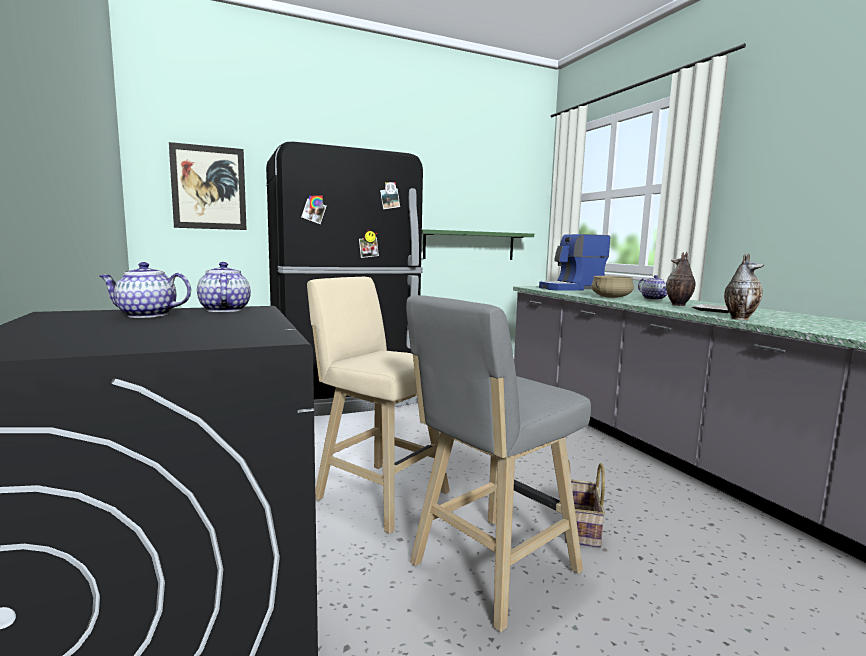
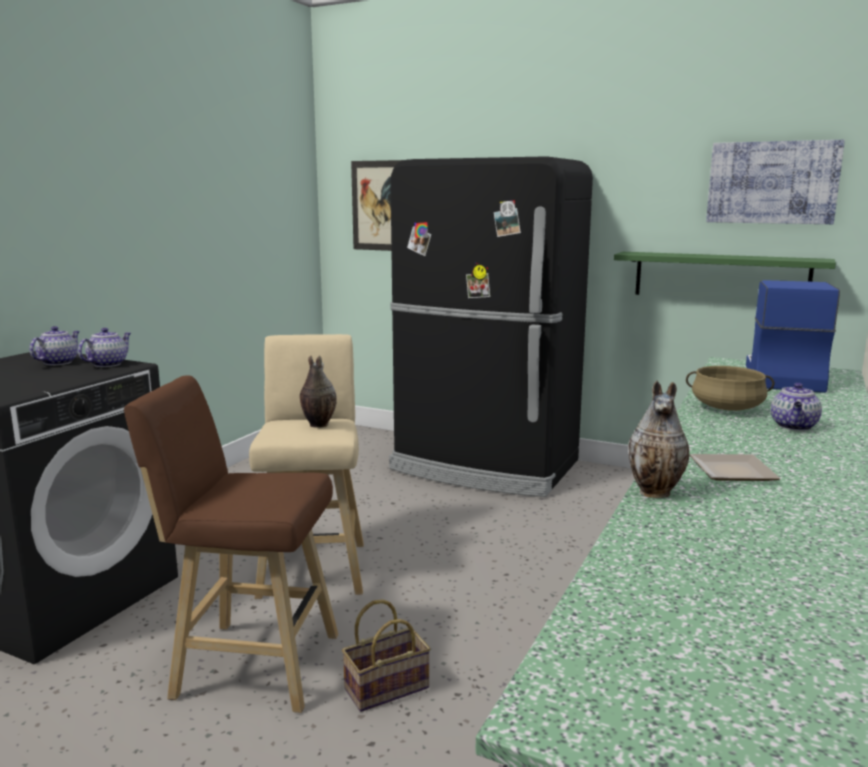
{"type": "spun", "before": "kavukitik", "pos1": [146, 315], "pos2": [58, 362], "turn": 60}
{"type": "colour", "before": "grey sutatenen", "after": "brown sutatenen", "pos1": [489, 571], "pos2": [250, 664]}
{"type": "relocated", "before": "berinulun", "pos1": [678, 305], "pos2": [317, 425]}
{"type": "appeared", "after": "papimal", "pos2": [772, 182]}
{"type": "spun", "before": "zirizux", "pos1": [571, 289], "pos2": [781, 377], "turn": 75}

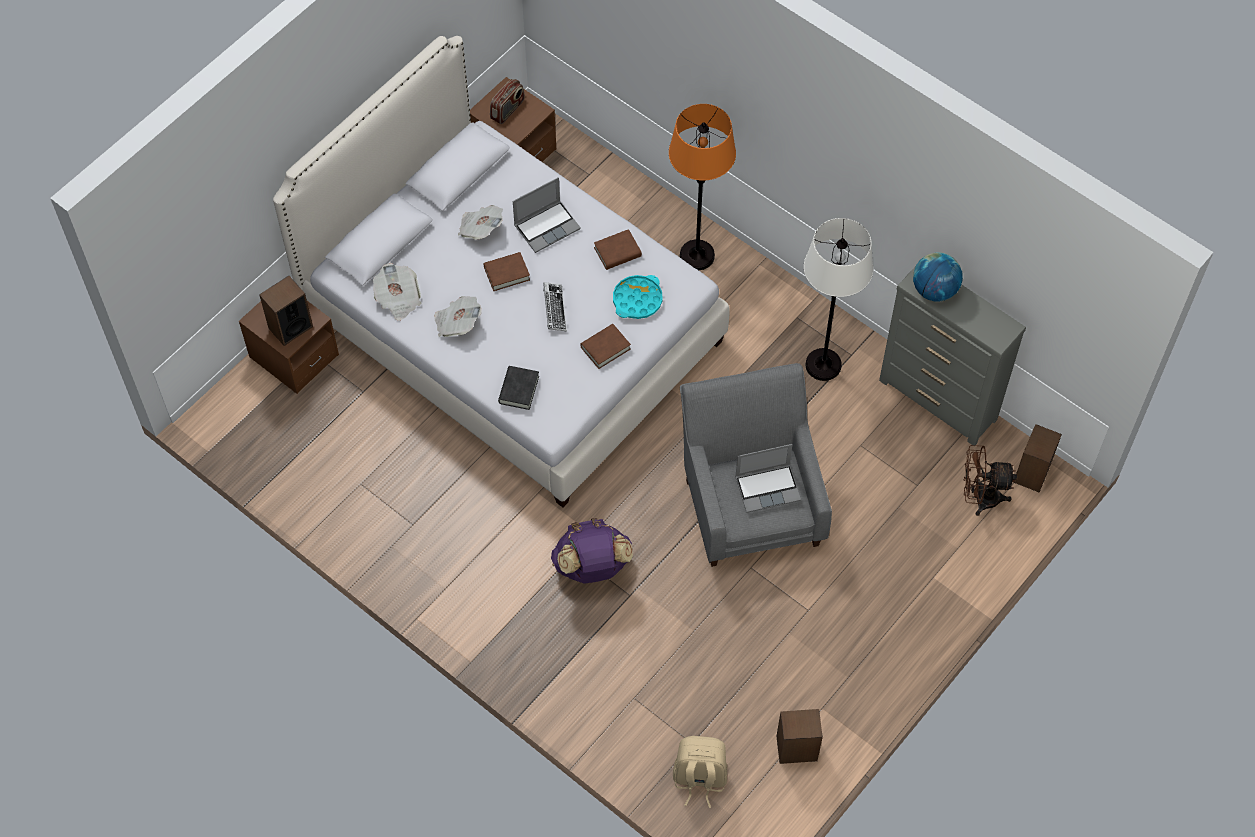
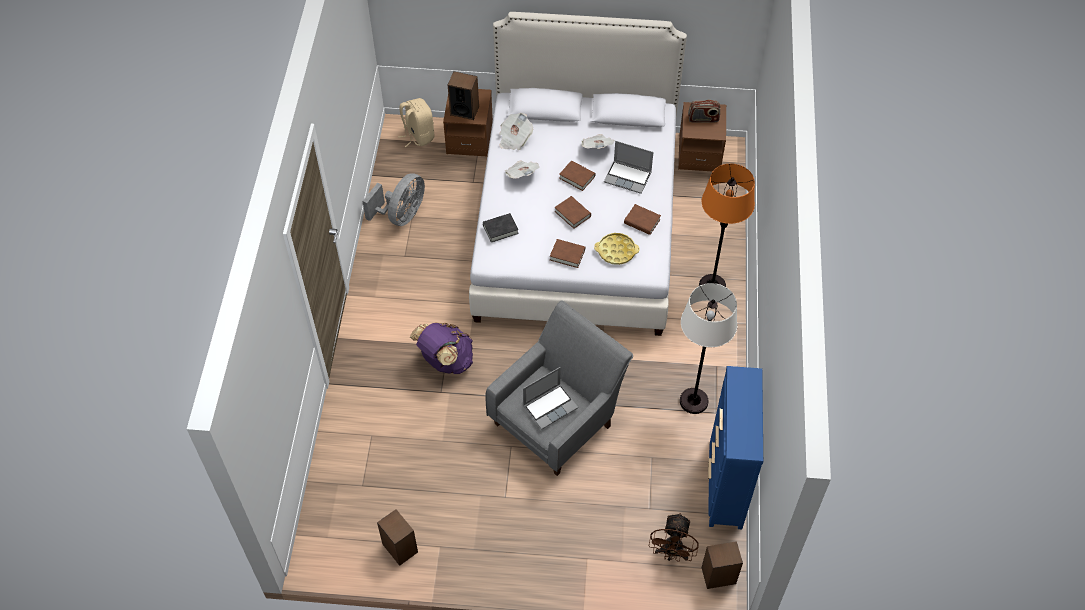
{"type": "appeared", "after": "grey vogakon", "pos2": [401, 215]}
{"type": "relocated", "before": "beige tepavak", "pos1": [699, 779], "pos2": [418, 136]}
{"type": "spun", "before": "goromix", "pos1": [768, 488], "pos2": [550, 406], "turn": -75}
{"type": "exchanged", "before": "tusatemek", "after": "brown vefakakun", "pos1": [554, 309], "pos2": [572, 214]}
{"type": "colour", "before": "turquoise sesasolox", "after": "yellow sesasolox", "pos1": [637, 300], "pos2": [616, 251]}
{"type": "spun", "before": "brown vogakon", "pos1": [980, 498], "pos2": [671, 553], "turn": -135}
{"type": "colour", "before": "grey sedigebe", "after": "blue sedigebe", "pos1": [938, 401], "pos2": [725, 484]}
{"type": "missing", "before": "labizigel", "pos1": [934, 290]}

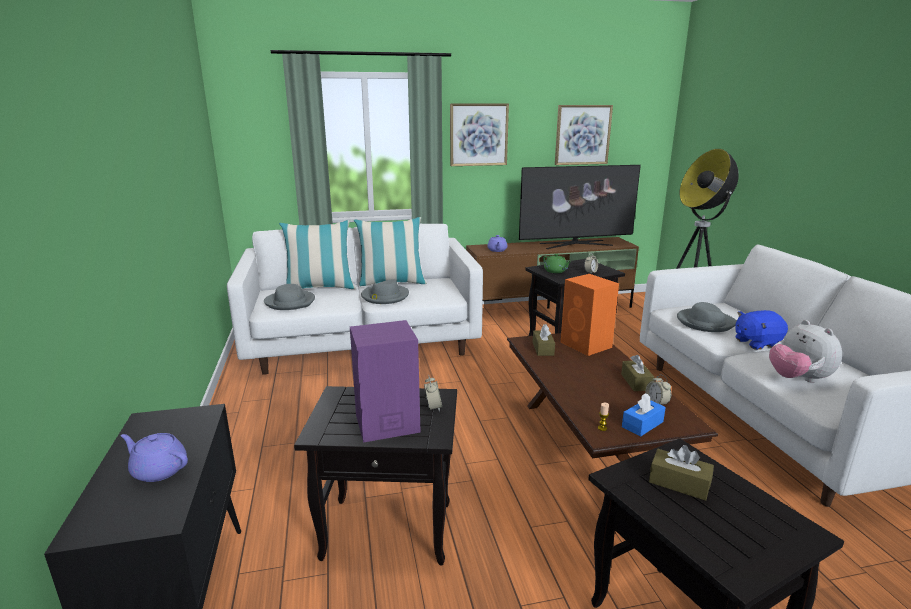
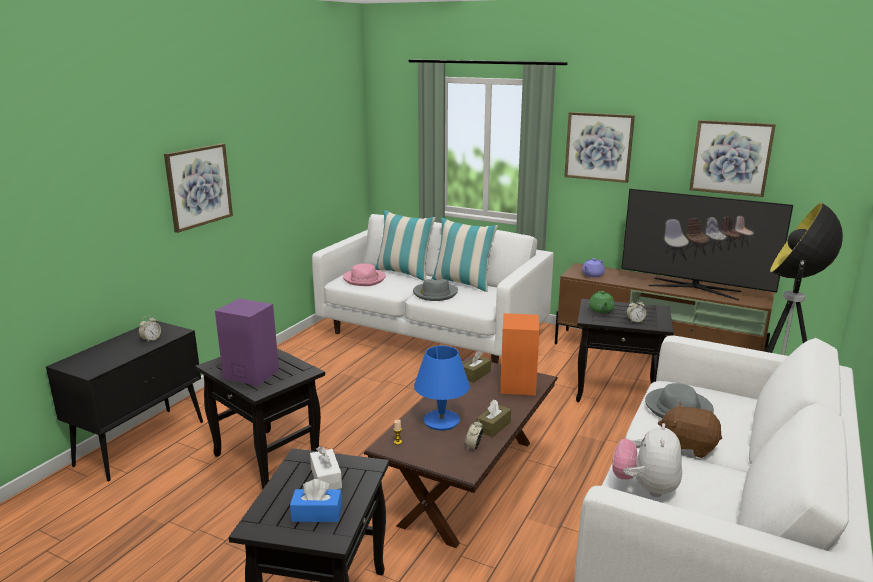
{"type": "relocated", "before": "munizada", "pos1": [433, 407], "pos2": [151, 339]}
{"type": "appeared", "after": "papimal", "pos2": [198, 186]}
{"type": "relocated", "before": "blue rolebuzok", "pos1": [642, 424], "pos2": [317, 514]}
{"type": "colour", "before": "brown rolebuzok", "after": "white rolebuzok", "pos1": [679, 483], "pos2": [326, 478]}
{"type": "colour", "before": "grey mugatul", "after": "pink mugatul", "pos1": [290, 302], "pos2": [364, 279]}
{"type": "appeared", "after": "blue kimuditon", "pos2": [441, 421]}
{"type": "colour", "before": "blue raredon", "after": "brown raredon", "pos1": [756, 343], "pos2": [688, 445]}
{"type": "missing", "before": "purple kavukitik", "pos1": [158, 470]}

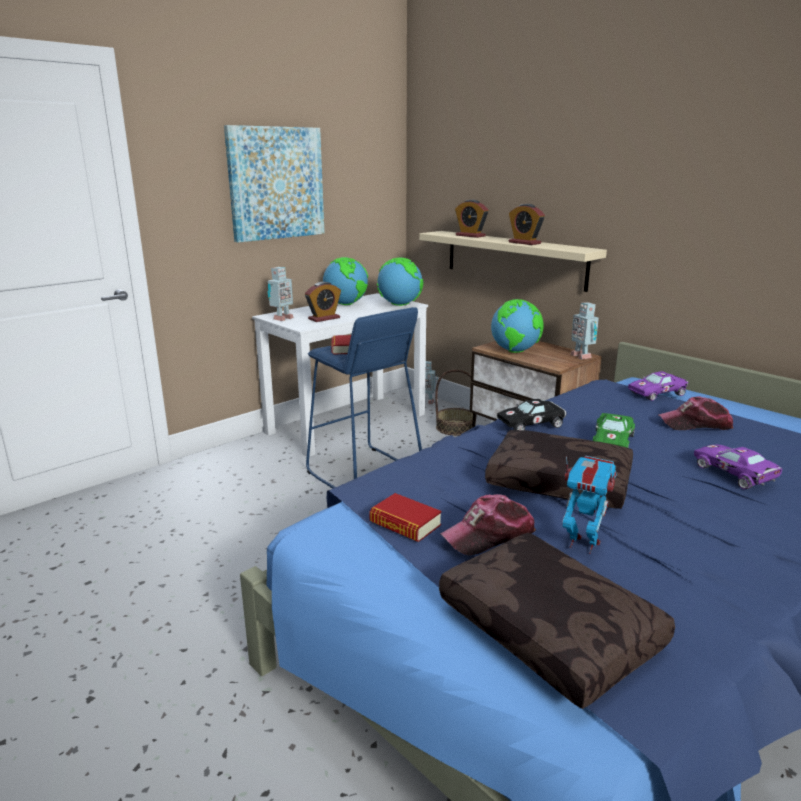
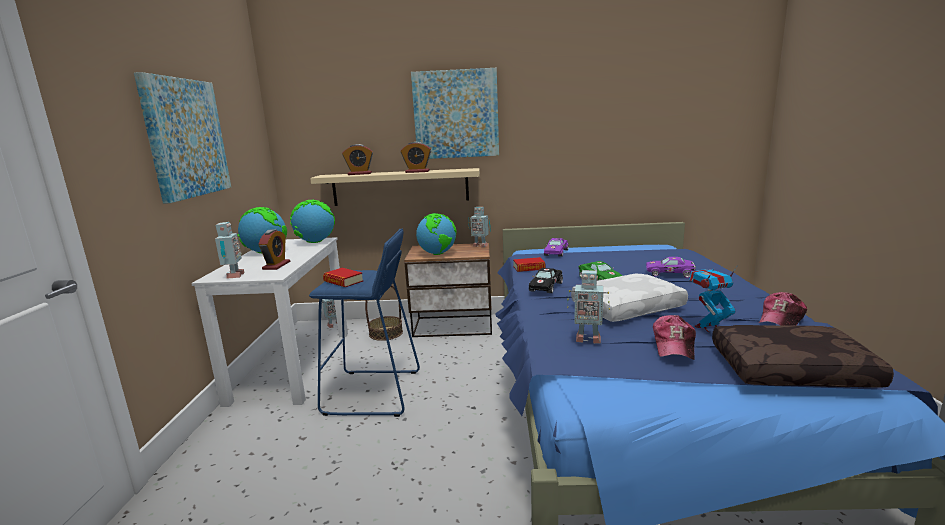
{"type": "appeared", "after": "papimal", "pos2": [456, 114]}
{"type": "relocated", "before": "vefakakun", "pos1": [405, 524], "pos2": [529, 268]}
{"type": "appeared", "after": "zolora", "pos2": [587, 338]}
{"type": "colour", "before": "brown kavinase", "after": "white kavinase", "pos1": [560, 481], "pos2": [627, 307]}
{"type": "relocated", "before": "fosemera", "pos1": [695, 424], "pos2": [781, 319]}

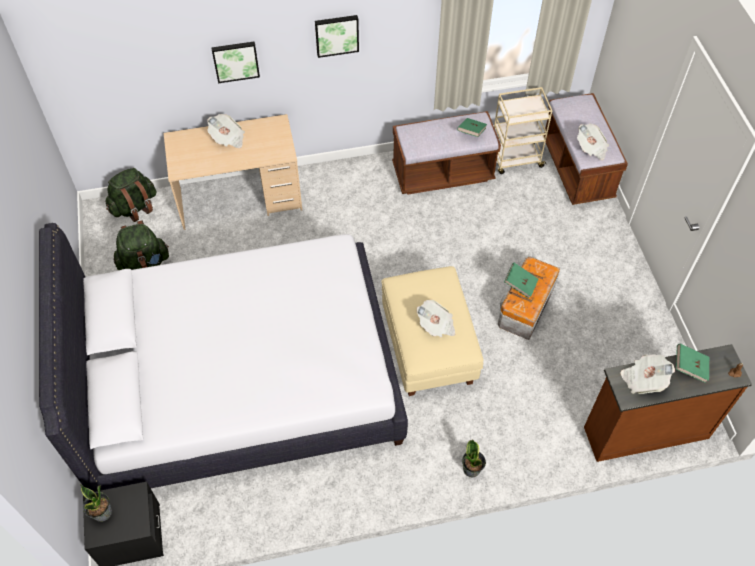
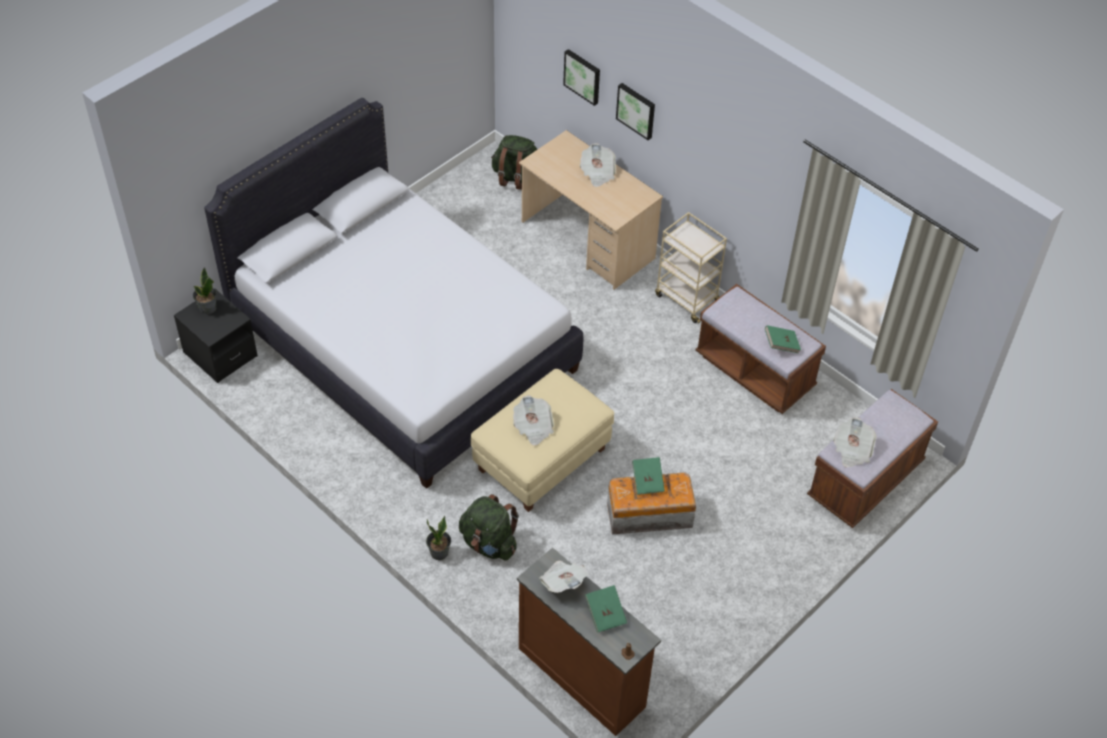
{"type": "relocated", "before": "green tepavak", "pos1": [144, 263], "pos2": [489, 543]}
{"type": "relocated", "before": "papimal", "pos1": [336, 34], "pos2": [583, 76]}
{"type": "relocated", "before": "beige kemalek", "pos1": [515, 159], "pos2": [686, 298]}

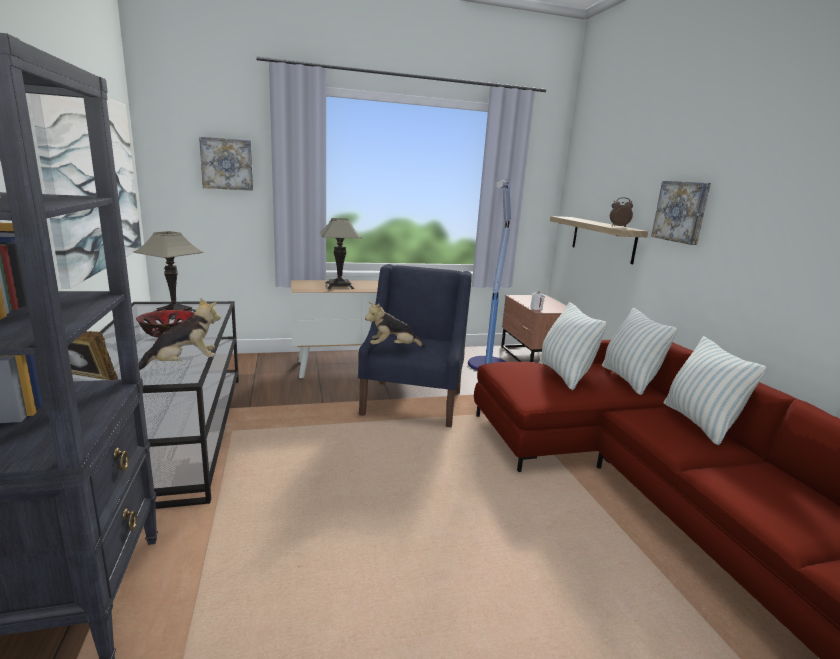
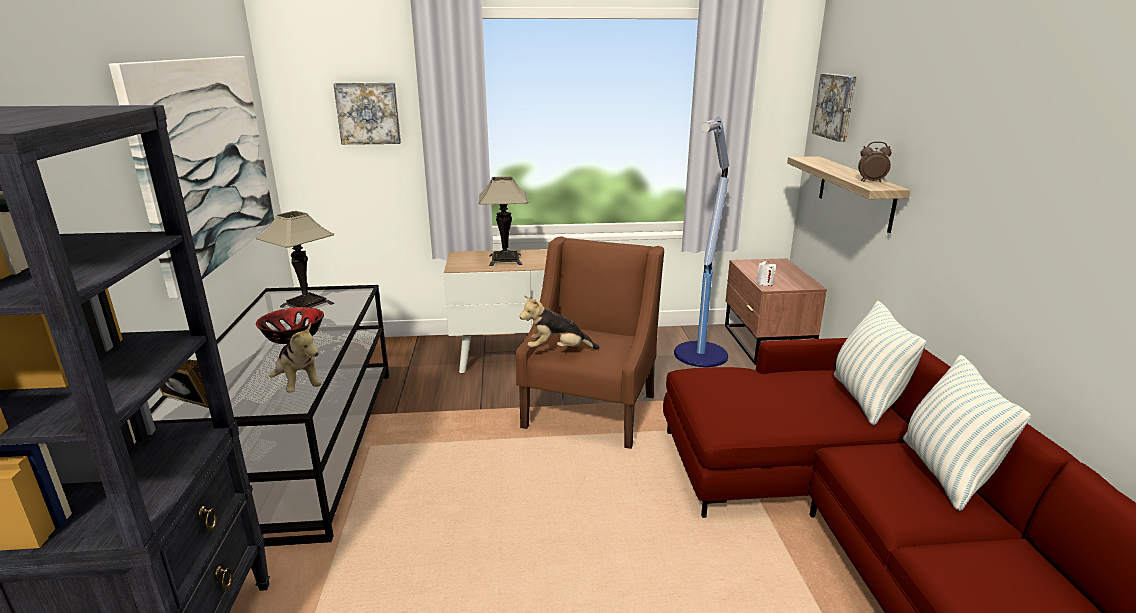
{"type": "spun", "before": "raredon", "pos1": [183, 364], "pos2": [298, 385], "turn": 75}
{"type": "colour", "before": "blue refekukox", "after": "brown refekukox", "pos1": [413, 402], "pos2": [591, 410]}
{"type": "relocated", "before": "papimal", "pos1": [681, 212], "pos2": [836, 106]}
{"type": "missing", "before": "kavinase", "pos1": [564, 375]}

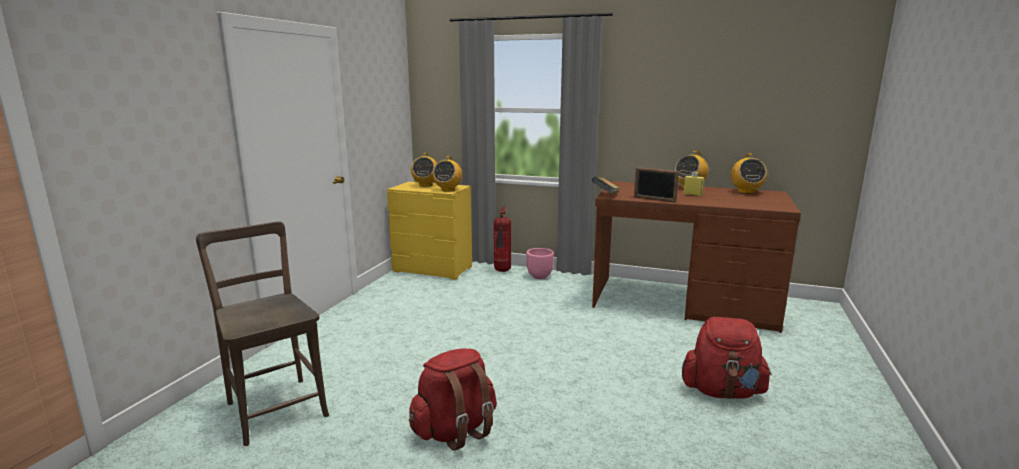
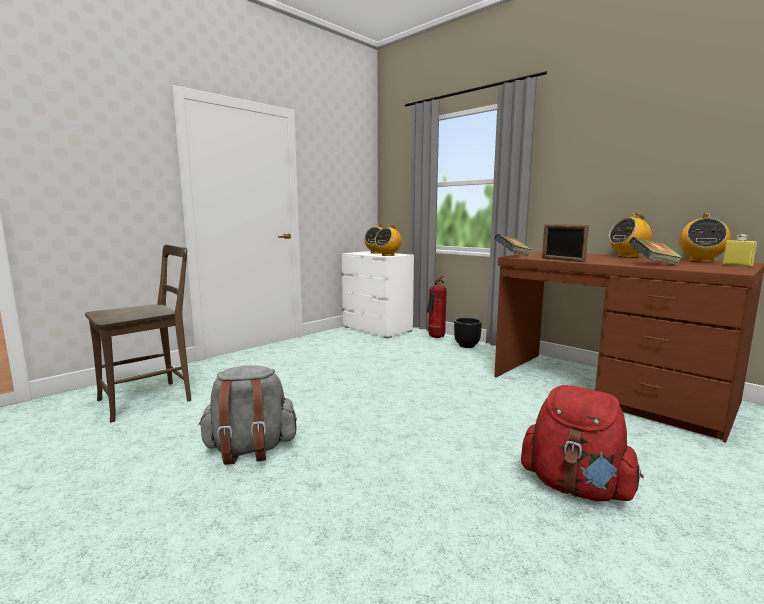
{"type": "spun", "before": "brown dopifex", "pos1": [275, 406], "pos2": [150, 399], "turn": 60}
{"type": "colour", "before": "red tepavak", "after": "grey tepavak", "pos1": [455, 430], "pos2": [250, 449]}
{"type": "colour", "before": "yellow sedigebe", "after": "white sedigebe", "pos1": [433, 269], "pos2": [377, 329]}
{"type": "colour", "before": "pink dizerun", "after": "black dizerun", "pos1": [539, 276], "pos2": [467, 346]}
{"type": "appeared", "after": "vefakakun", "pos2": [653, 264]}
{"type": "relocated", "before": "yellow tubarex", "pos1": [692, 195], "pos2": [737, 265]}

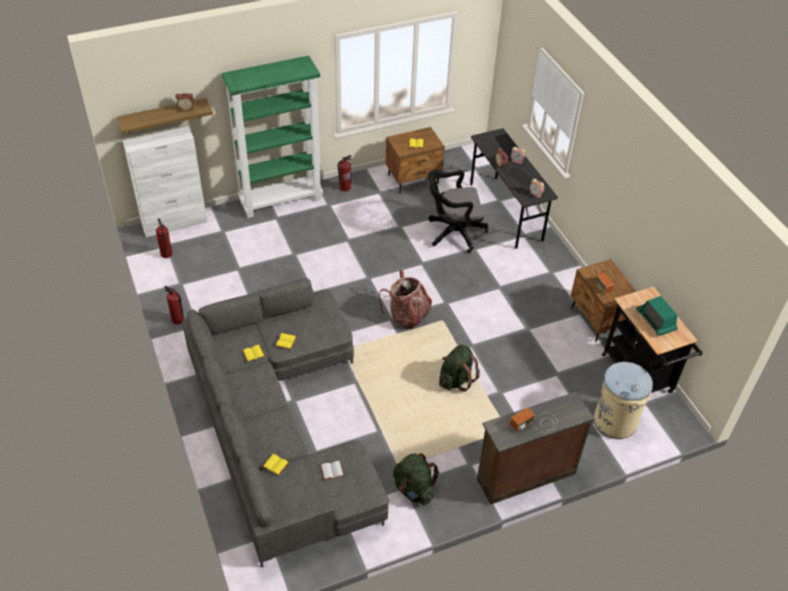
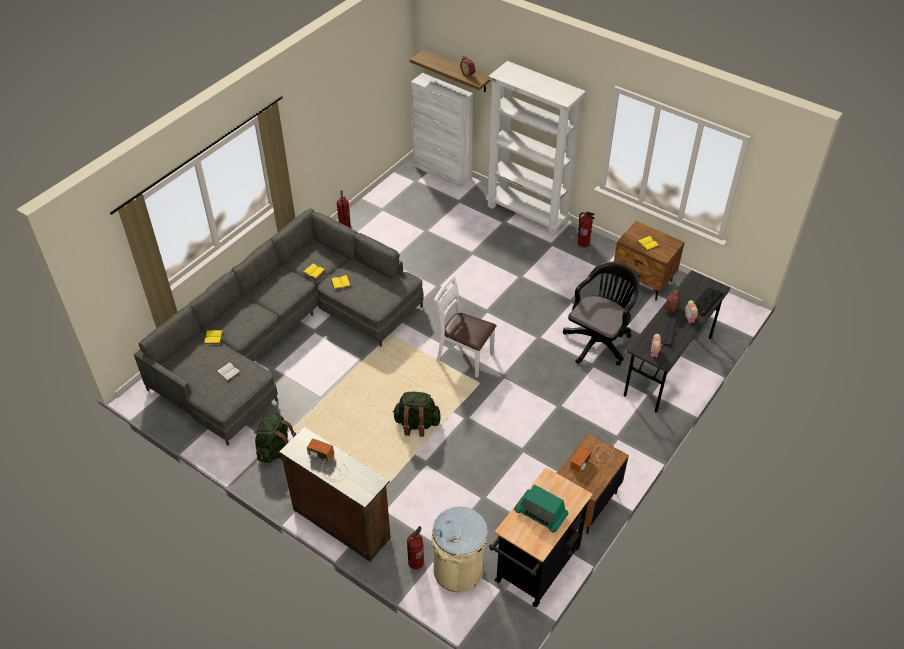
{"type": "relocated", "before": "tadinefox", "pos1": [166, 254], "pos2": [415, 562]}
{"type": "exchanged", "before": "tepavak", "after": "white dopifex", "pos1": [407, 316], "pos2": [464, 357]}
{"type": "colour", "before": "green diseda", "after": "white diseda", "pos1": [281, 200], "pos2": [528, 214]}
{"type": "spun", "before": "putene", "pos1": [655, 321], "pos2": [541, 513], "turn": -90}
{"type": "spun", "before": "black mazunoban", "pos1": [453, 233], "pos2": [599, 340], "turn": 75}

